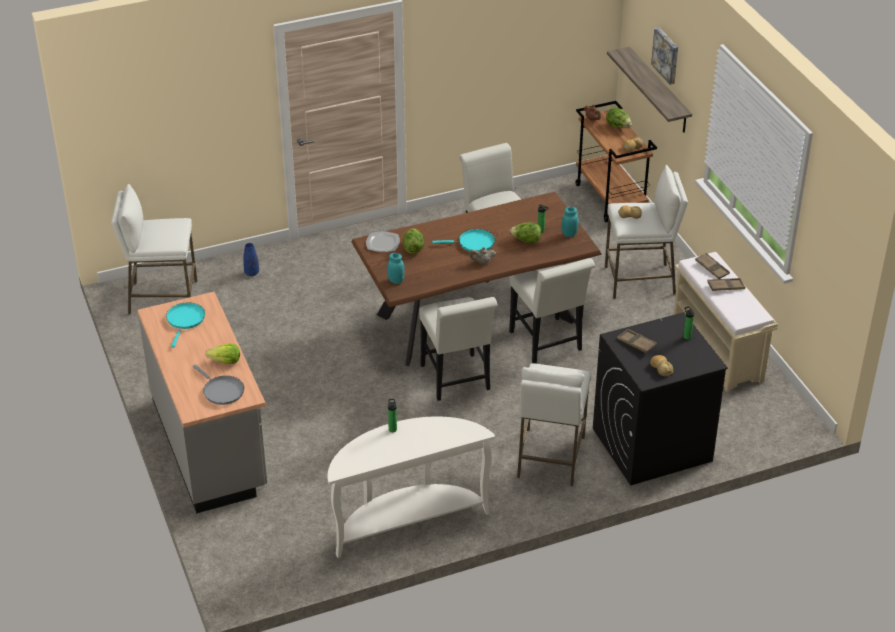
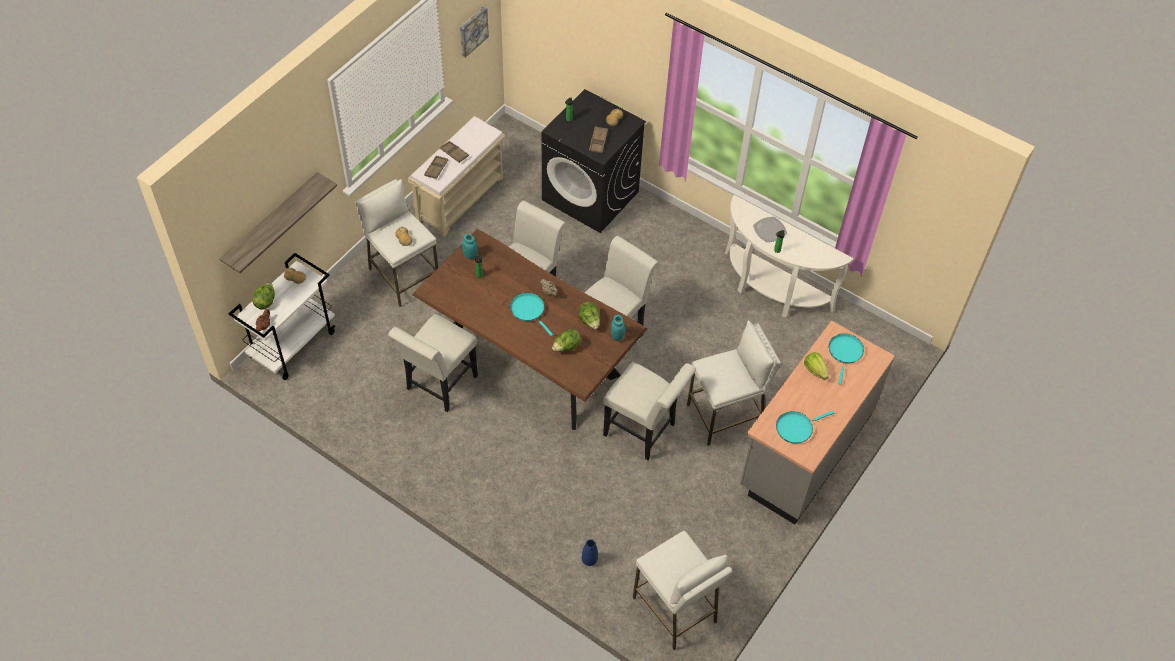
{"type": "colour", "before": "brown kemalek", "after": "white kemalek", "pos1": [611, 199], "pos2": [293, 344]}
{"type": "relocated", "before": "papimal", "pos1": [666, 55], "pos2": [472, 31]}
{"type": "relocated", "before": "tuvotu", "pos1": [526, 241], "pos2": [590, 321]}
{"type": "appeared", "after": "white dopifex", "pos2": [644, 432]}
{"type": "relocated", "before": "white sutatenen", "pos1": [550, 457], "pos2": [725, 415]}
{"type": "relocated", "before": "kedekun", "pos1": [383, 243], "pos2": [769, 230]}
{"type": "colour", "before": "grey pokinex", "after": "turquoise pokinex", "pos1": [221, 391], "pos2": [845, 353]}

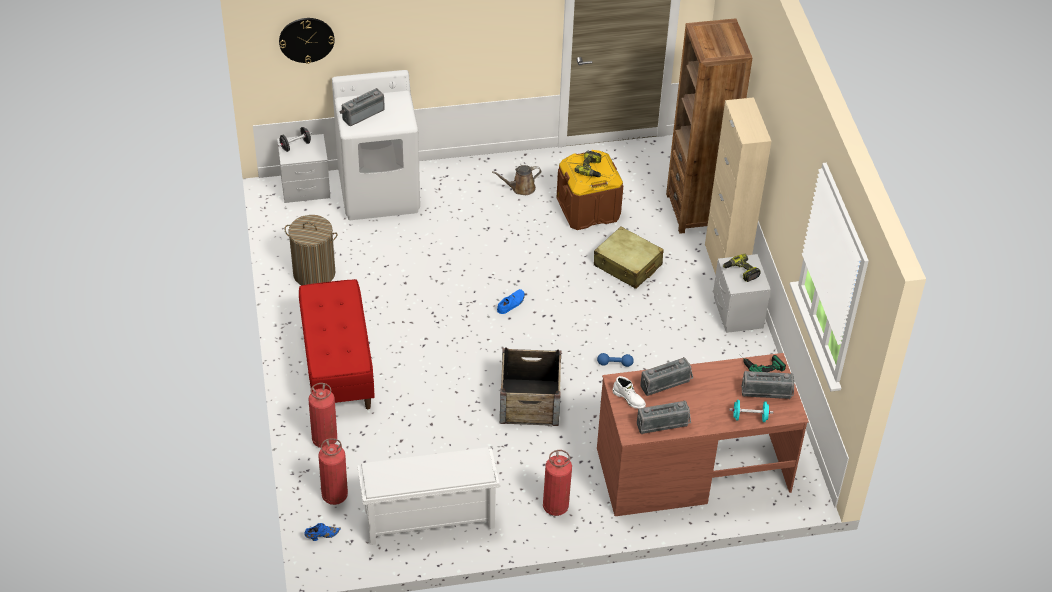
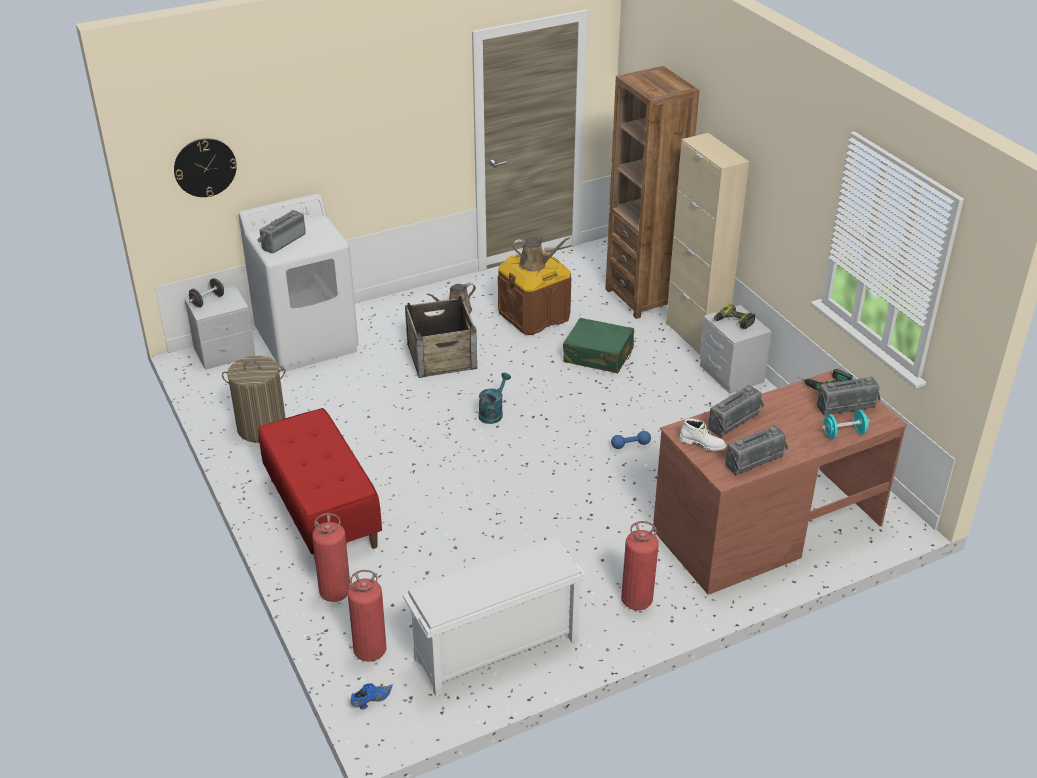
{"type": "relocated", "before": "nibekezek", "pos1": [529, 402], "pos2": [441, 356]}
{"type": "exchanged", "before": "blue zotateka", "after": "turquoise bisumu", "pos1": [511, 304], "pos2": [493, 413]}
{"type": "exchanged", "before": "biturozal", "after": "brown bisumu", "pos1": [591, 169], "pos2": [535, 264]}
{"type": "colour", "before": "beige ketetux", "after": "green ketetux", "pos1": [627, 265], "pos2": [598, 355]}

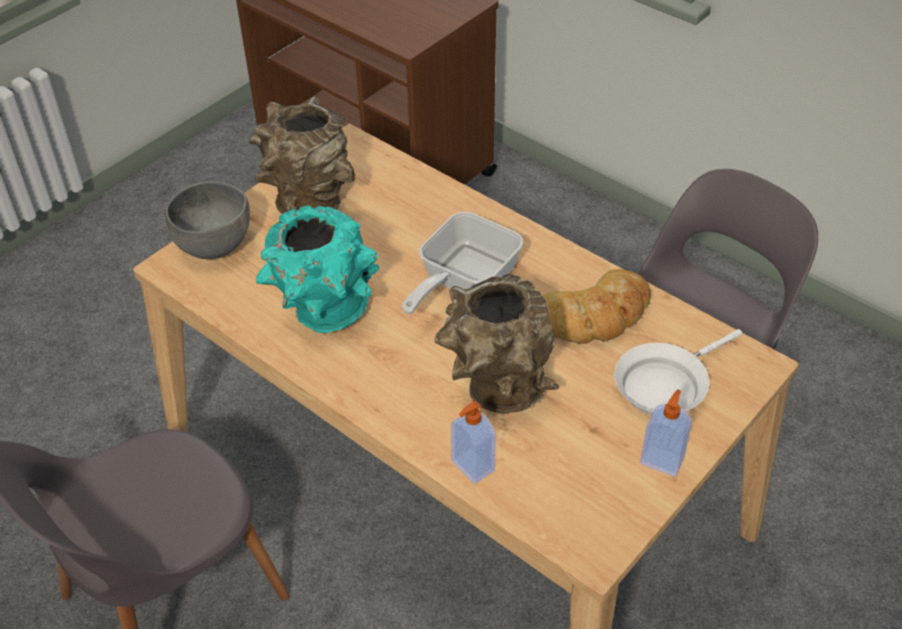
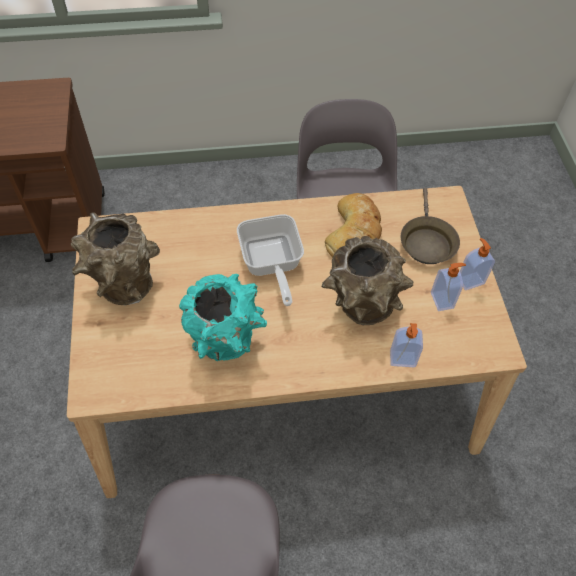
{"type": "colour", "before": "white pokinex", "after": "brown pokinex", "pos1": [665, 385], "pos2": [426, 242]}
{"type": "appeared", "after": "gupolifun", "pos2": [442, 300]}
{"type": "missing", "before": "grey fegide", "pos1": [215, 246]}

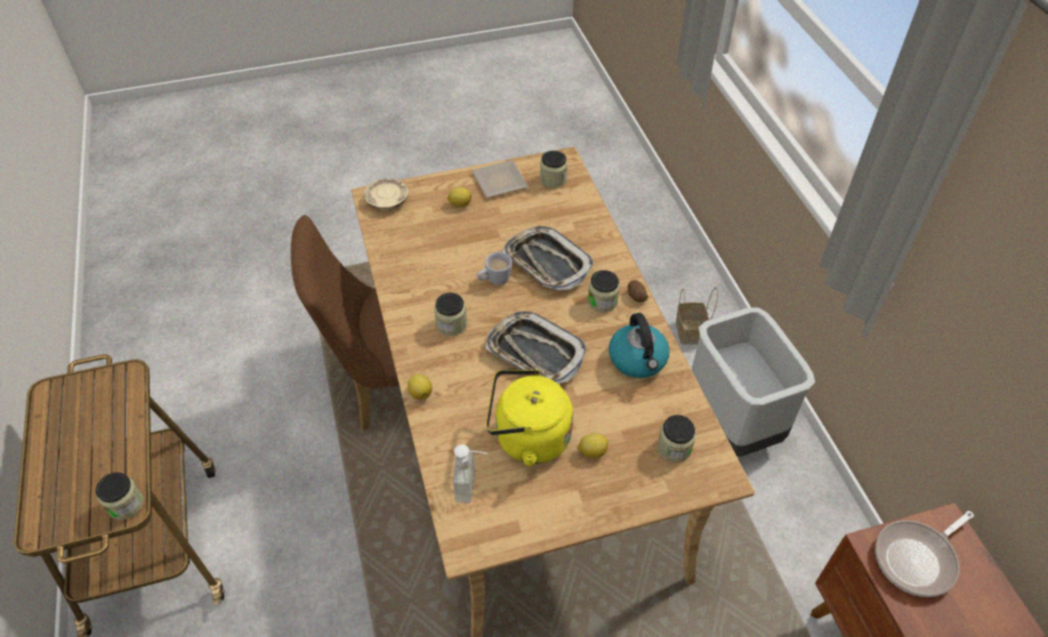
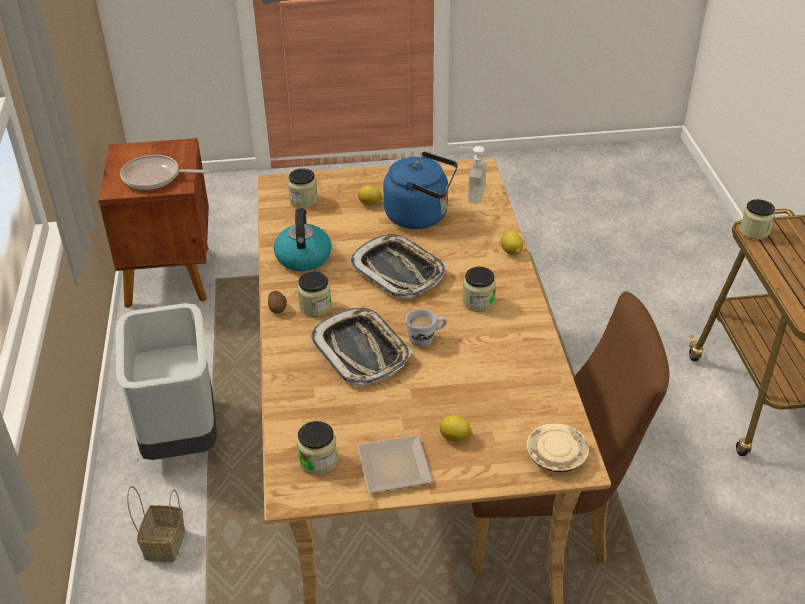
{"type": "spun", "before": "pokinex", "pos1": [917, 559], "pos2": [155, 177], "turn": -150}
{"type": "colour", "before": "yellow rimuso", "after": "blue rimuso", "pos1": [527, 438], "pos2": [421, 216]}

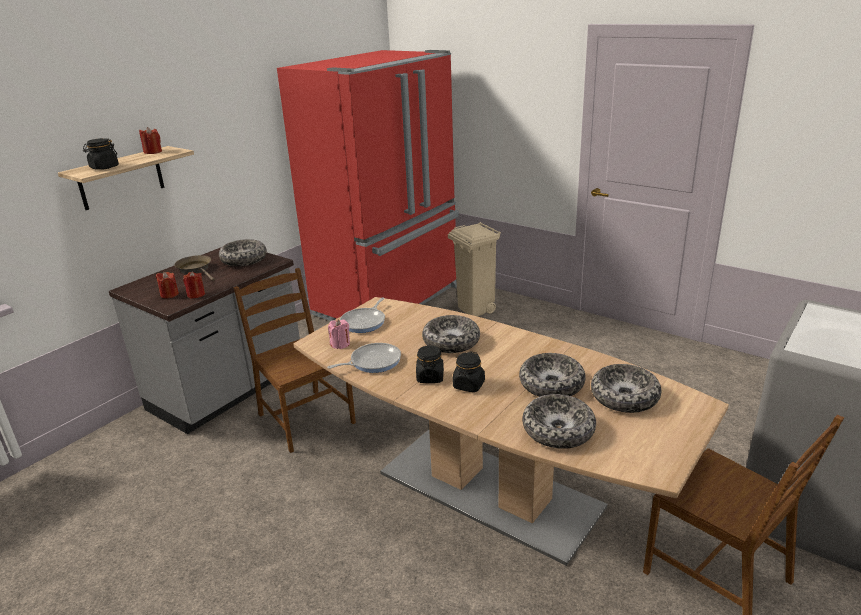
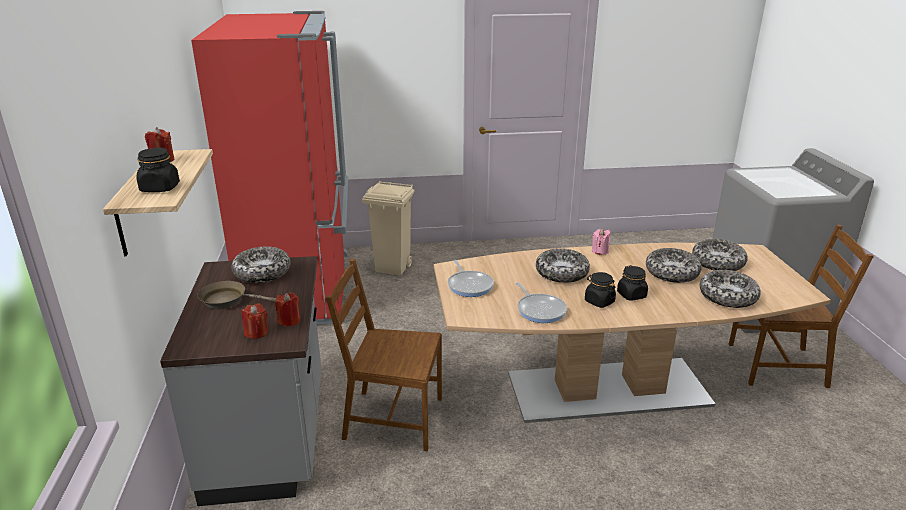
{"type": "spun", "before": "pokinex", "pos1": [373, 362], "pos2": [540, 310], "turn": 135}
{"type": "relocated", "before": "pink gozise", "pos1": [340, 344], "pos2": [600, 251]}

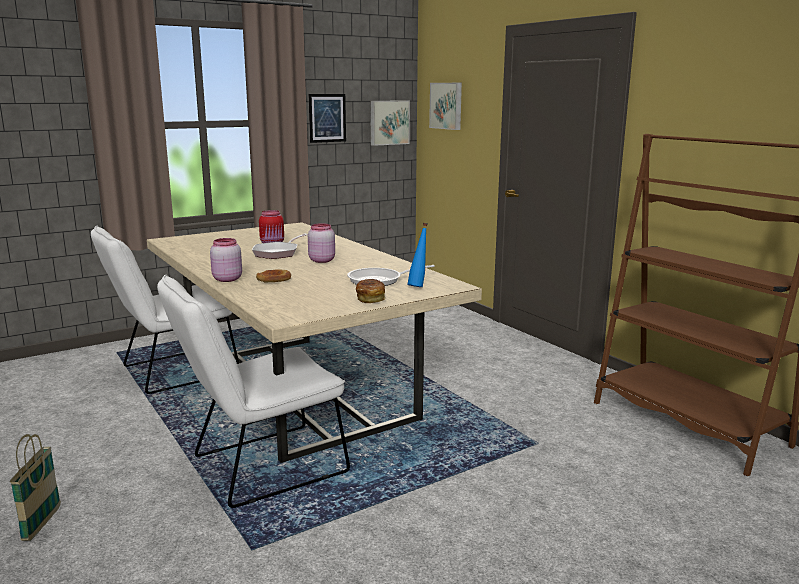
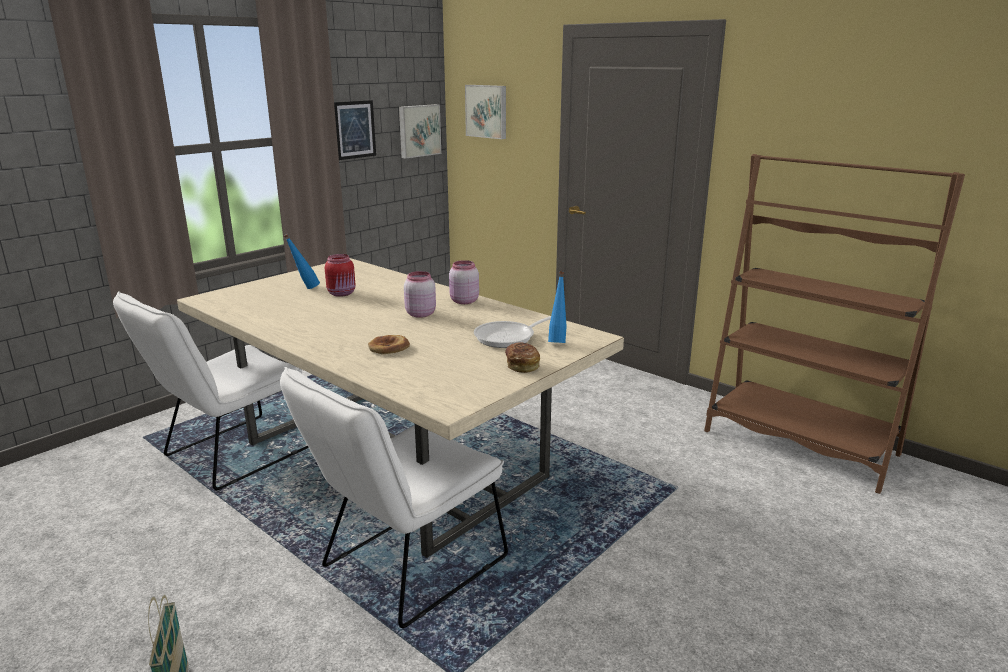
{"type": "appeared", "after": "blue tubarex", "pos2": [305, 288]}
{"type": "relocated", "before": "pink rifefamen", "pos1": [226, 279], "pos2": [463, 301]}
{"type": "missing", "before": "pokinex", "pos1": [278, 253]}

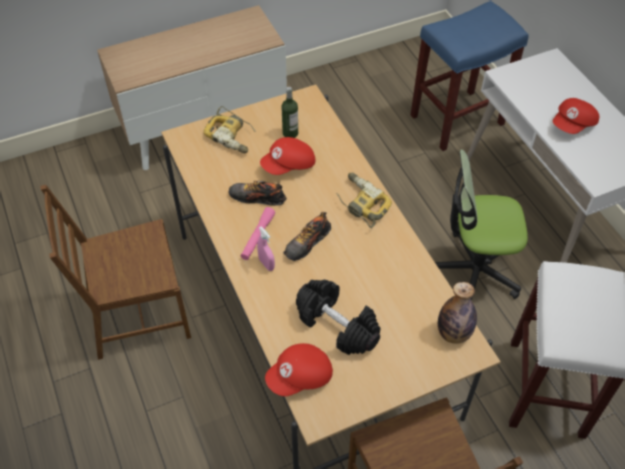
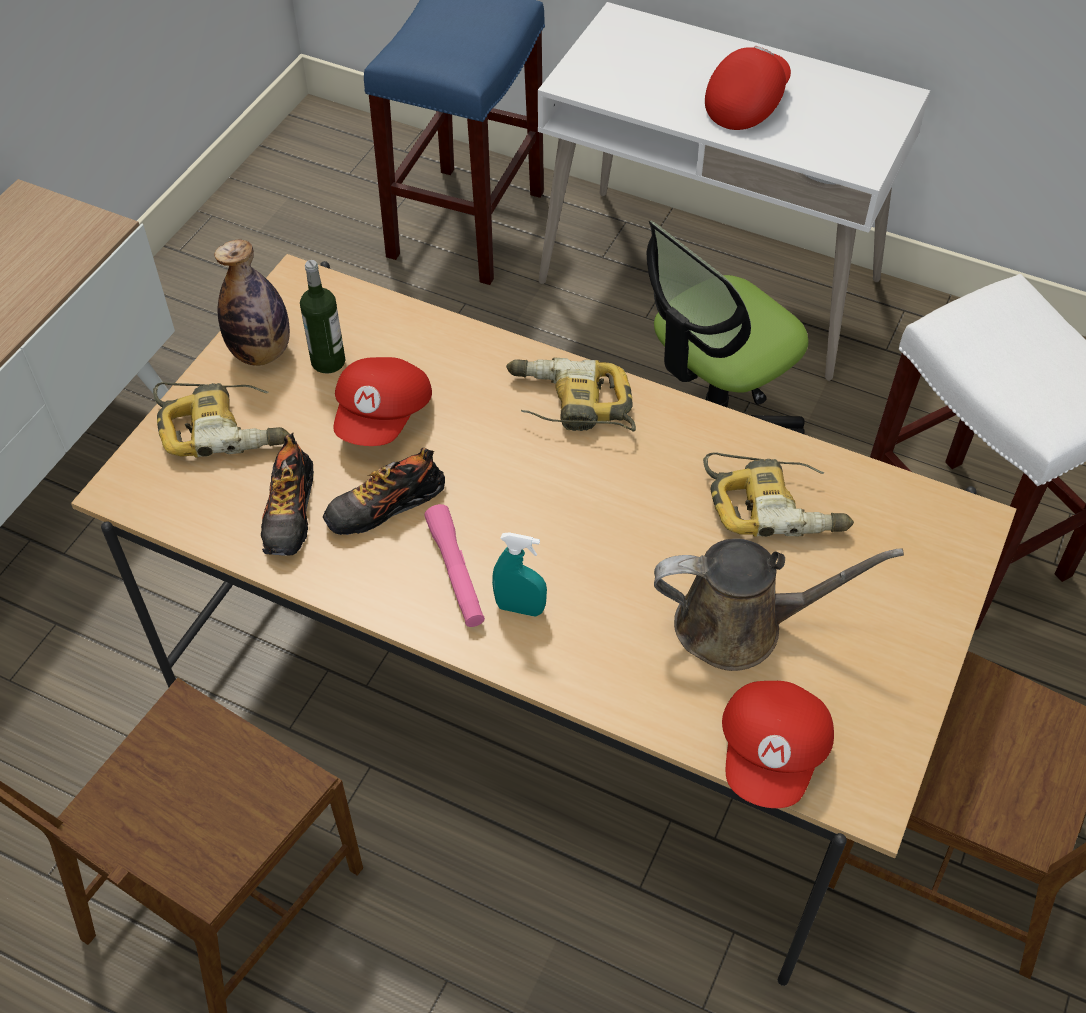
{"type": "relocated", "before": "tubarex", "pos1": [453, 333], "pos2": [261, 352]}
{"type": "relocated", "before": "zotateka", "pos1": [307, 243], "pos2": [290, 512]}
{"type": "colour", "before": "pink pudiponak", "after": "turquoise pudiponak", "pos1": [266, 264], "pos2": [520, 608]}
{"type": "exchanged", "before": "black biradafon", "after": "brown bisumu", "pos1": [337, 325], "pos2": [740, 625]}
{"type": "appeared", "after": "biturozal", "pos2": [775, 505]}
{"type": "spun", "before": "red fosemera", "pos1": [573, 125], "pos2": [745, 103], "turn": -150}

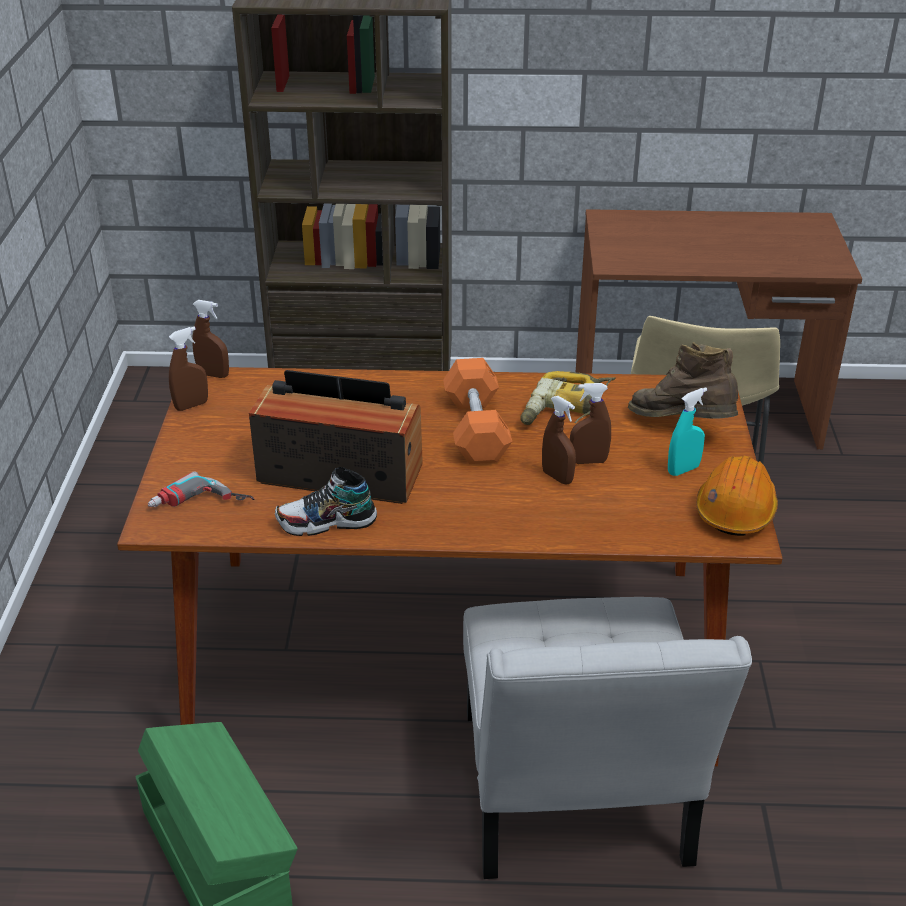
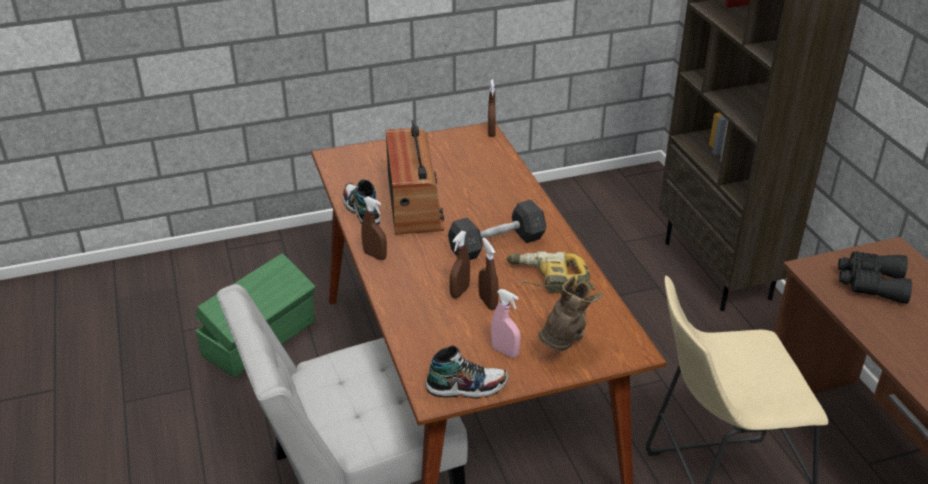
{"type": "relocated", "before": "brown pudiponak", "pos1": [191, 405], "pos2": [375, 255]}
{"type": "exchanged", "before": "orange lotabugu", "after": "zotateka", "pos1": [735, 510], "pos2": [466, 387]}
{"type": "colour", "before": "orange biradafon", "after": "grey biradafon", "pos1": [476, 429], "pos2": [497, 245]}
{"type": "colour", "before": "turquoise pudiponak", "after": "pink pudiponak", "pos1": [683, 470], "pos2": [505, 352]}
{"type": "appeared", "after": "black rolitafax", "pos2": [871, 284]}
{"type": "missing", "before": "biturozal", "pos1": [200, 506]}

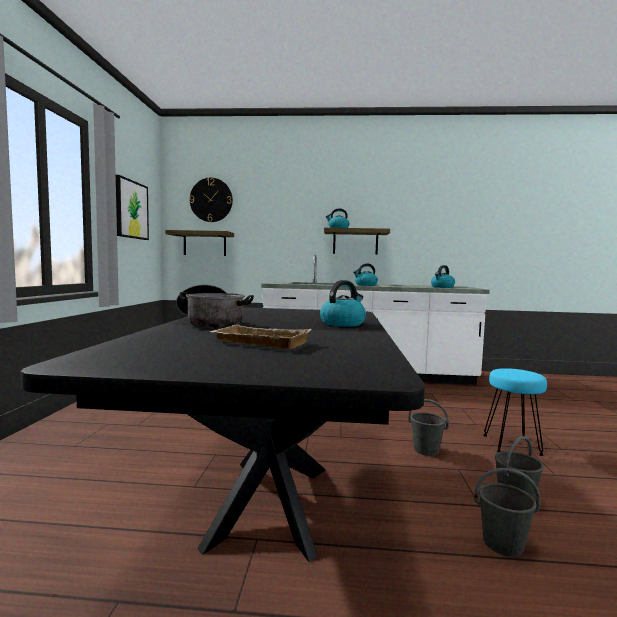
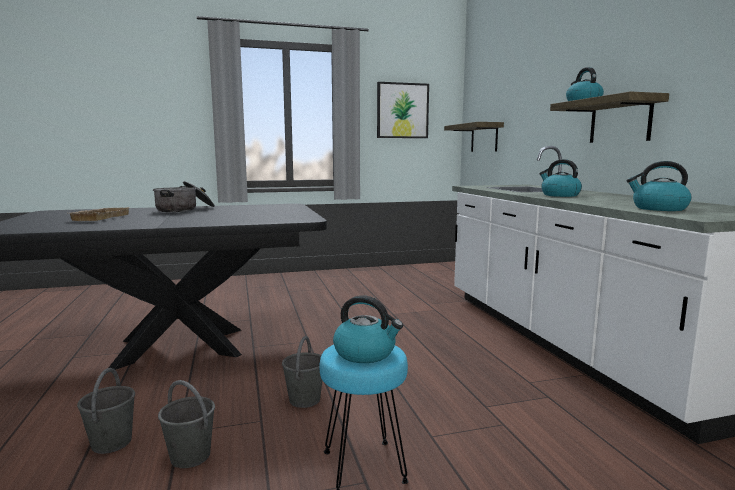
{"type": "relocated", "before": "rimuso", "pos1": [343, 323], "pos2": [366, 353]}
{"type": "missing", "before": "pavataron", "pos1": [211, 200]}

